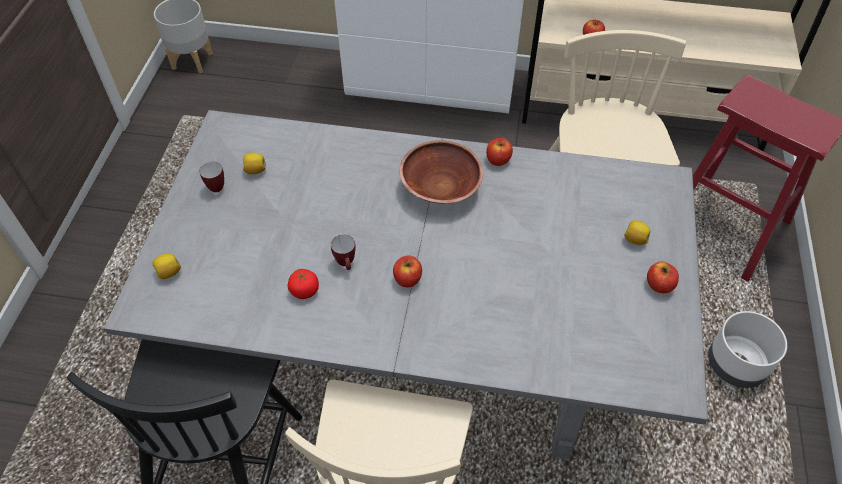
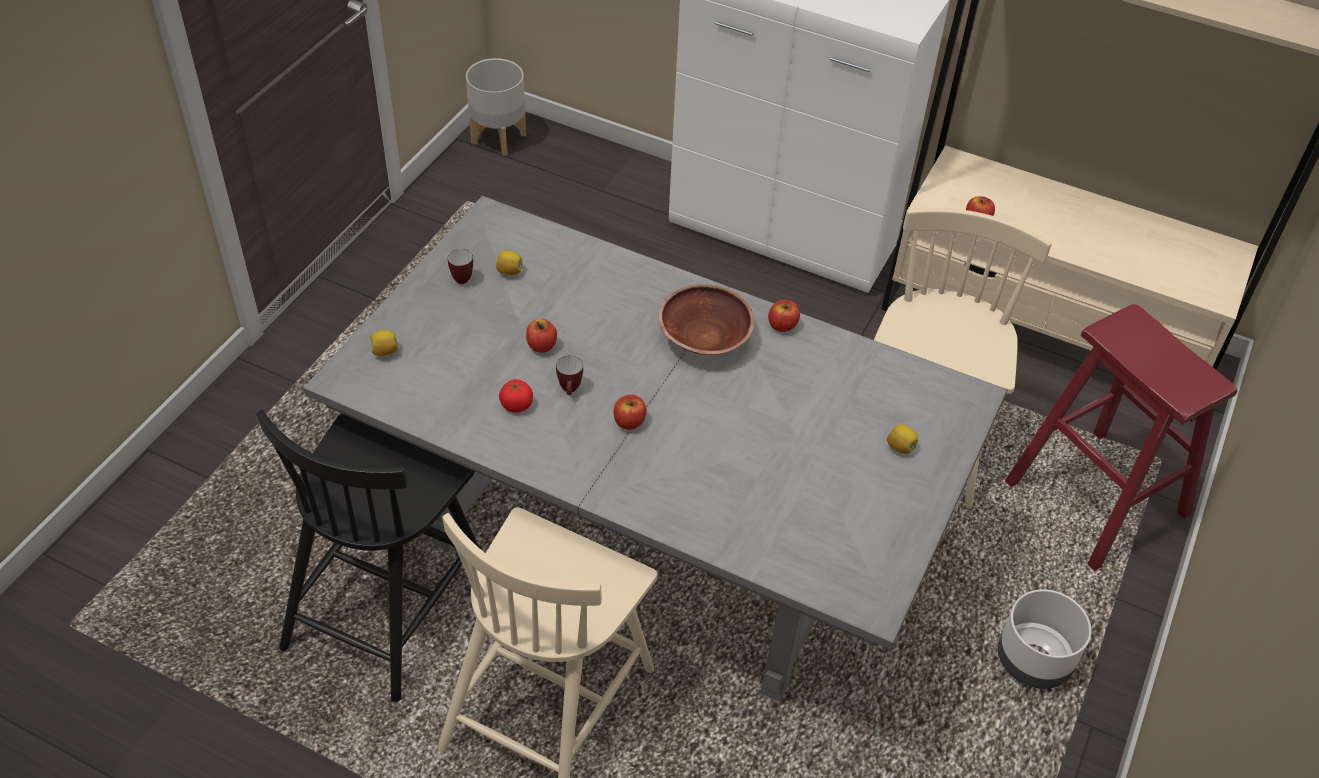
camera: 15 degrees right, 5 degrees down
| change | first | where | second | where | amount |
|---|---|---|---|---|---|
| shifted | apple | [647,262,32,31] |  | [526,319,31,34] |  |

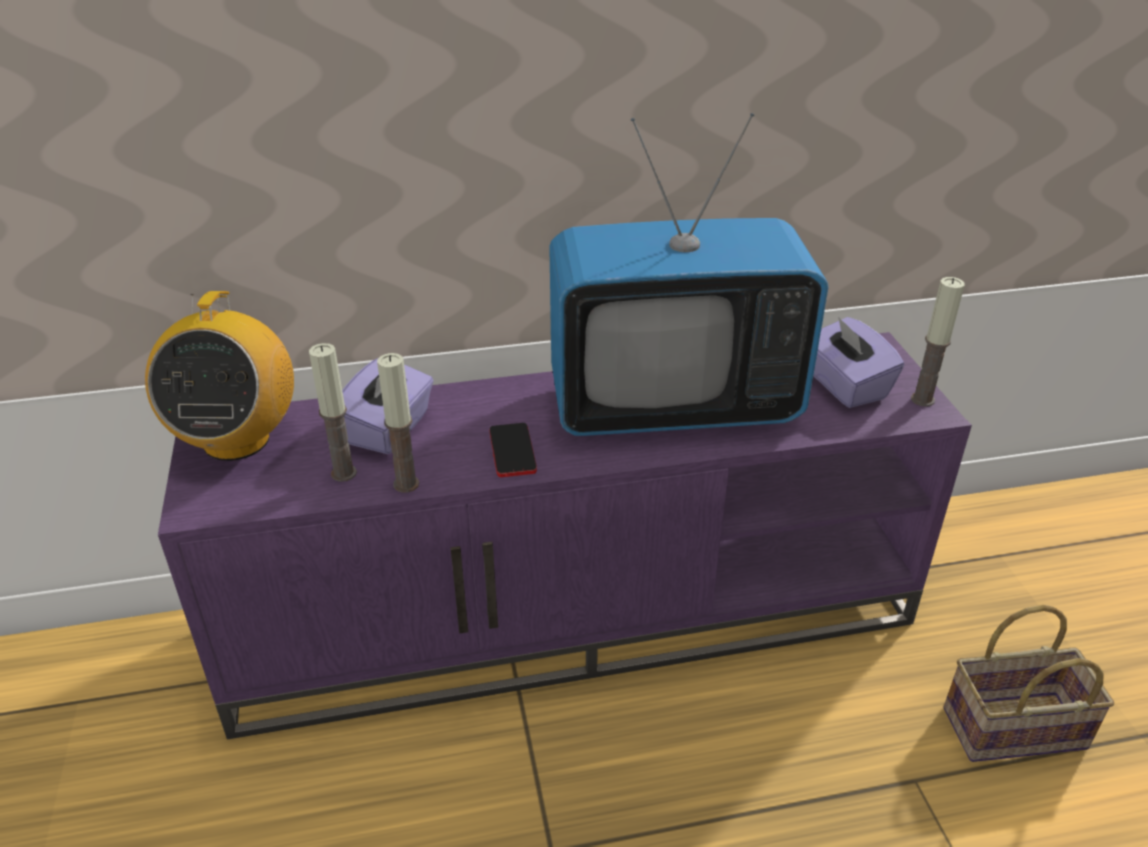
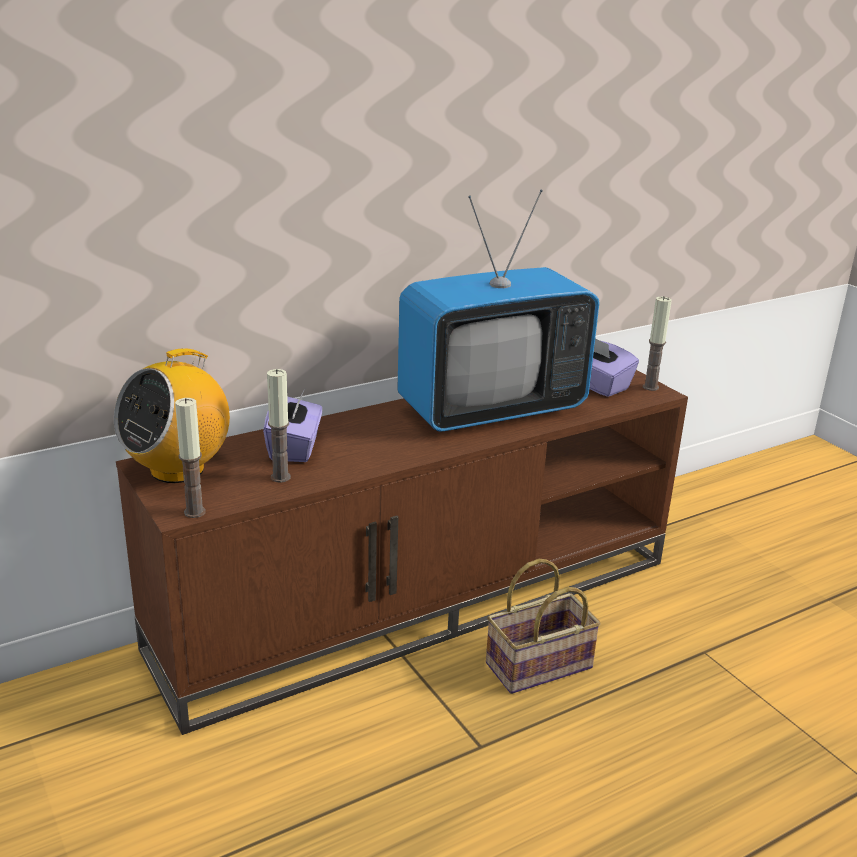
camera: 20 degrees left, 10 degrees down
| change | first | where | second | where | amount |
|---|---|---|---|---|---|
| gone | phone | [490,423,47,54] |  |  |  |
| shifted | candle | [377,353,42,140] |  | [175,398,31,120] |  |
| shifted | basket | [944,605,170,157] |  | [486,559,115,135] |  |
| repainted | purple tv stand | [158,332,814,407] | brown tv stand | [116,370,572,365] |  |
| rotated | radio | [145,291,149,170] |  | [114,349,116,134] | 60 degrees clockwise |

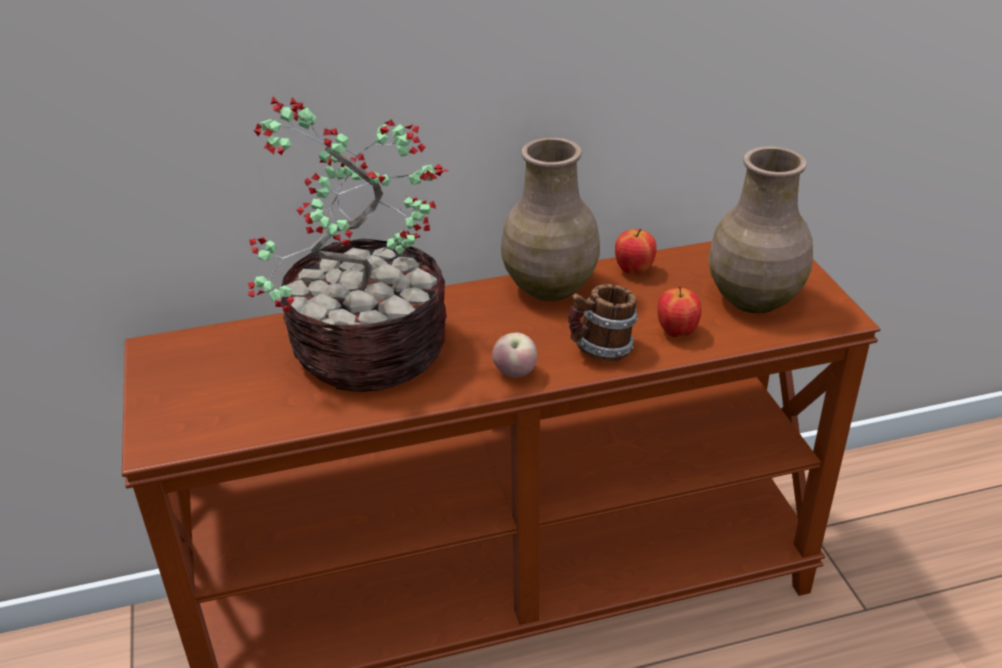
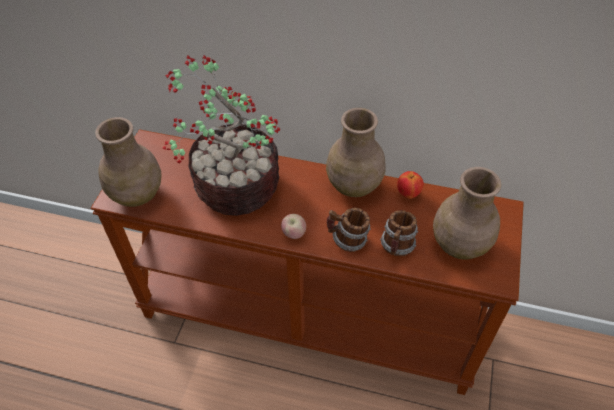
camera: 30 degrees right, 15 degrees up
| change | first | where | second | where | amount |
|---|---|---|---|---|---|
| new |  |  | brown vase | [95,117,66,90] |  |
| swapped | apple | [657,286,44,51] | mug | [380,210,38,46] |  |

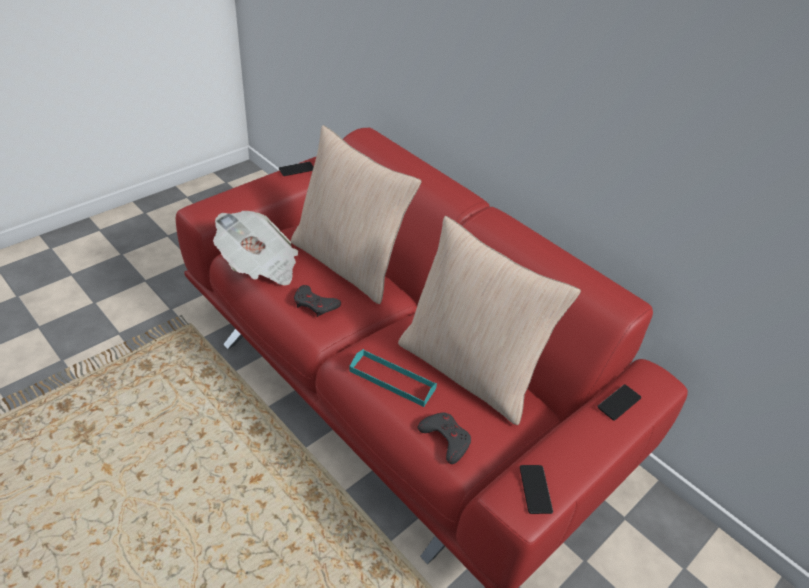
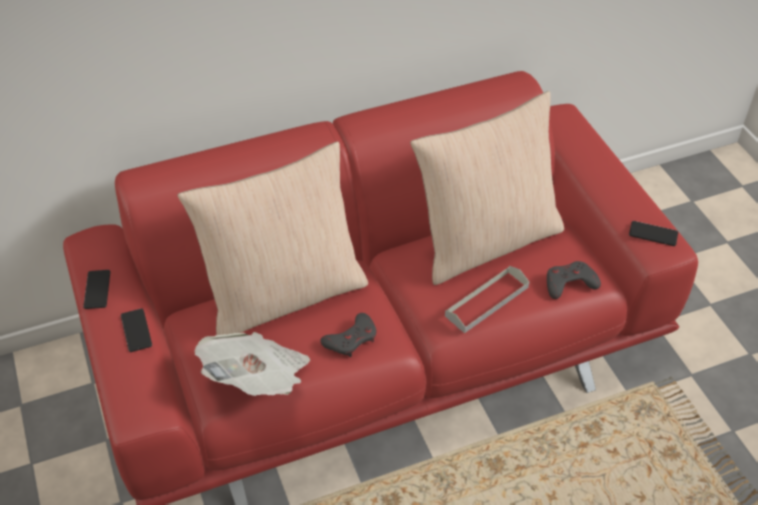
camera: 65 degrees left, 5 degrees up
| change | first | where | second | where | amount |
|---|---|---|---|---|---|
| shifted | phone | [597,384,44,36] |  | [121,308,31,44] |  |
| repainted | turquoise tray | [349,349,88,58] | grey tray | [445,266,84,67] |  |

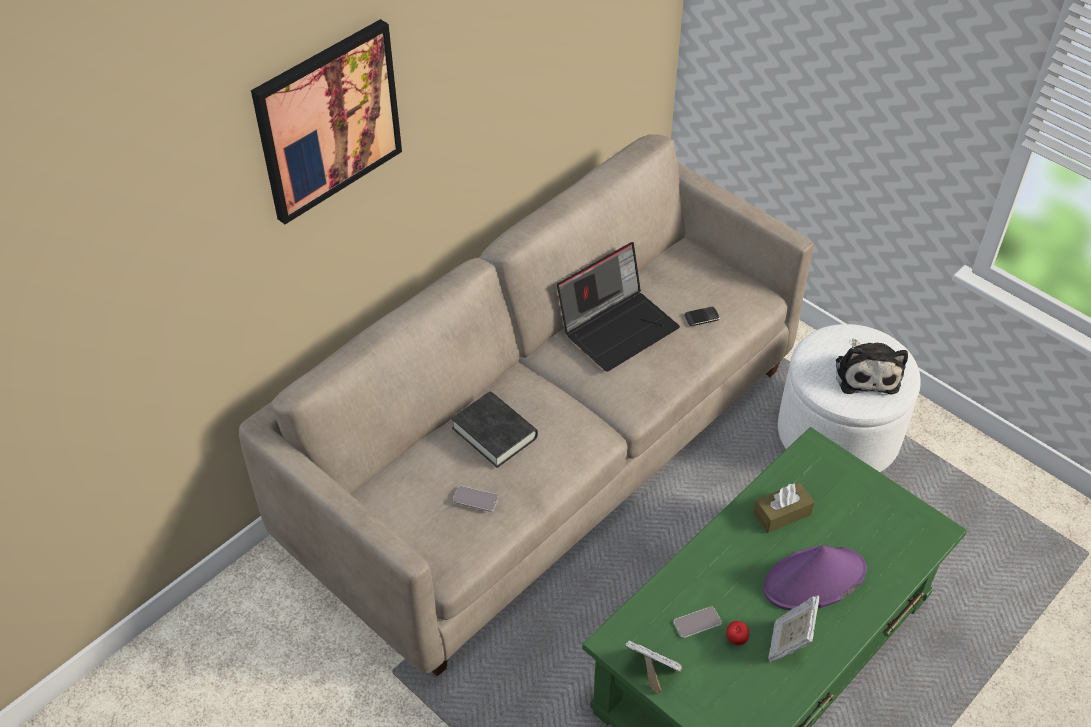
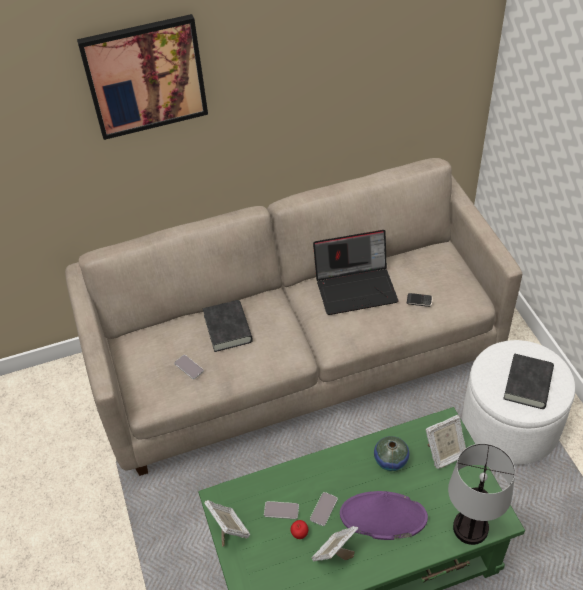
camera: 30 degrees right, 0 degrees up
| change | first | where | second | where | amount |
|---|---|---|---|---|---|
| new |  |  | phone | [310,492,28,34] |  |
| new |  |  | picture frame | [425,415,41,54] |  |
| new |  |  | table lamp | [448,443,67,102] |  |
| swapped | brown tissue box | [753,482,61,51] | vase | [374,436,35,35] |  |
| swapped | plush toy | [836,339,72,56] | black book | [503,353,51,56] |  |

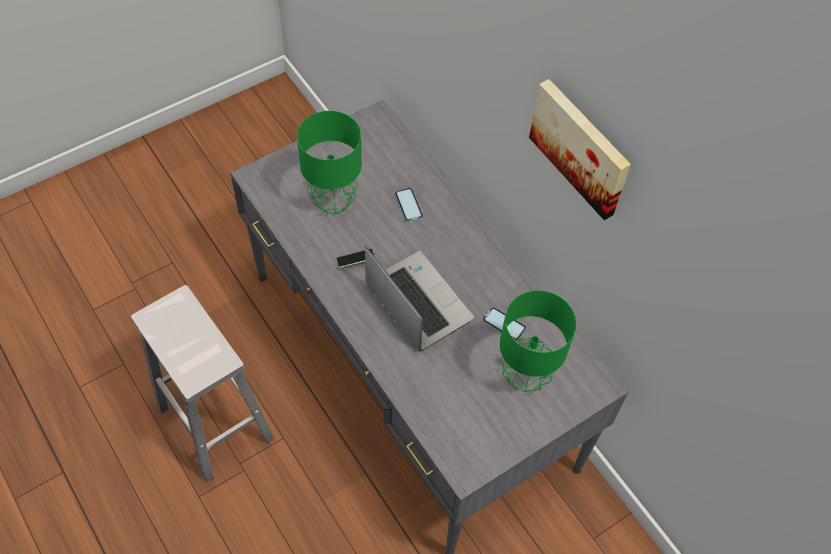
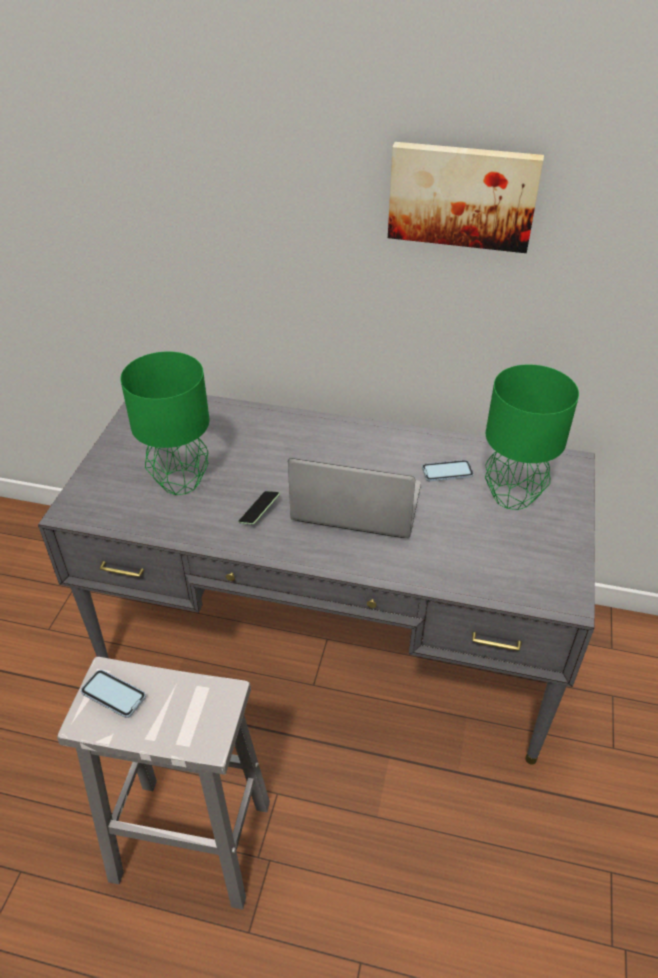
camera: 40 degrees left, 15 degrees down
| change | first | where | second | where | amount |
|---|---|---|---|---|---|
| shifted | phone | [394,187,30,35] |  | [81,670,65,48] |  |

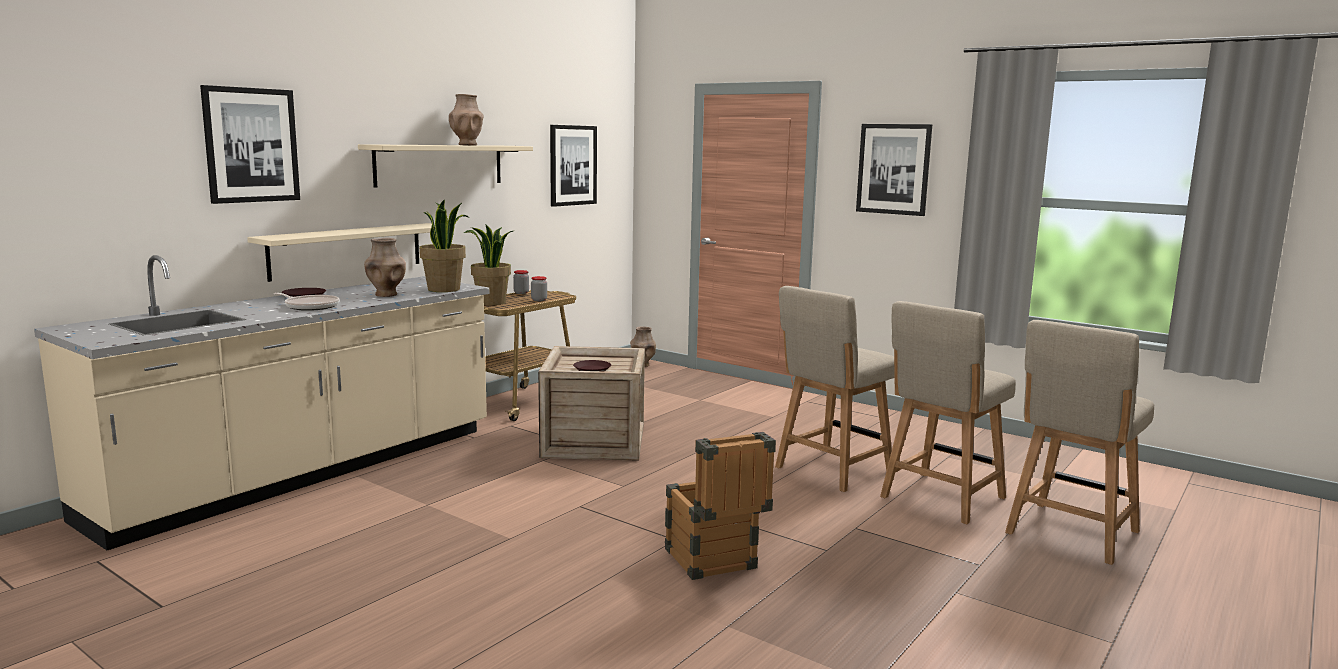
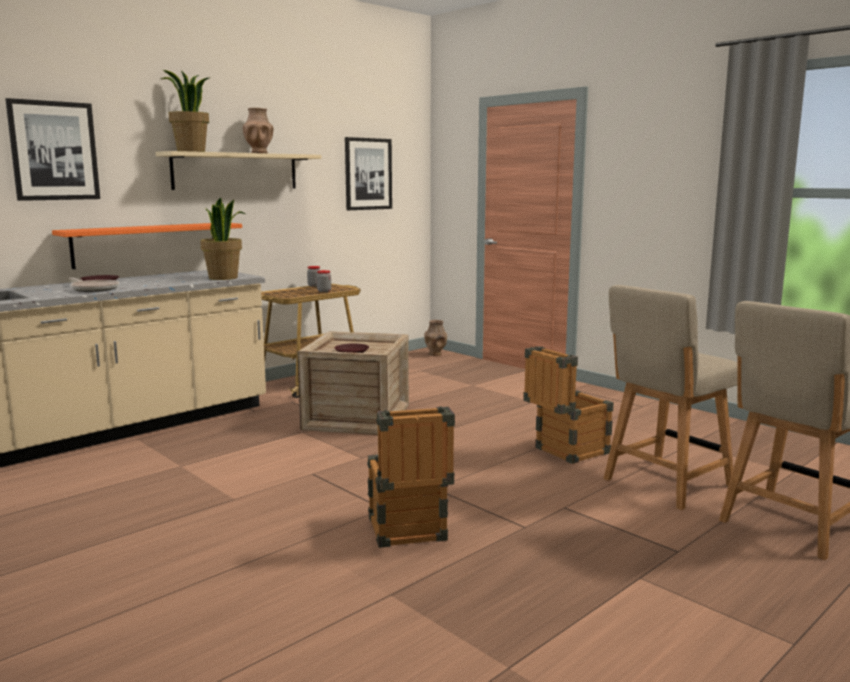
camera: 10 degrees right, 0 degrees up
| change | first | where | second | where | amount |
|---|---|---|---|---|---|
| gone | brown vase | [364,238,42,59] |  |  |  |
| gone | picture | [856,124,76,92] |  |  |  |
| shifted | potted plant | [464,225,51,80] |  | [161,70,50,82] |  |
| swapped | beige chair | [775,286,120,206] | crate | [523,346,91,118] |  |
| repainted | beige shelf | [247,223,189,59] | orange shelf | [52,223,190,46] |  |

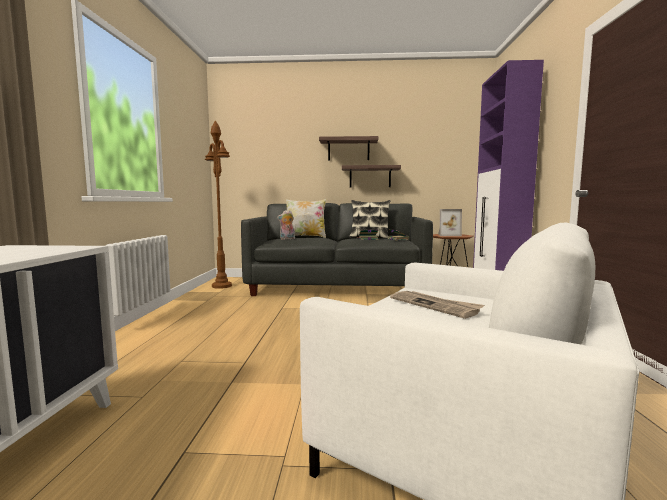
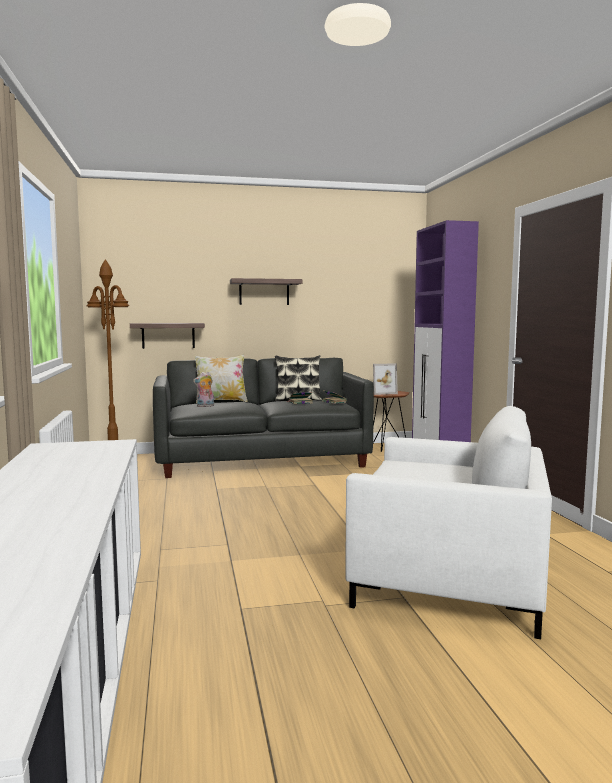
camera: 15 degrees left, 0 degrees up
| change | first | where | second | where | amount |
|---|---|---|---|---|---|
| gone | newspaper | [390,291,94,28] |  |  |  |
| shifted | shelf | [342,165,59,22] |  | [130,323,75,26] |  |

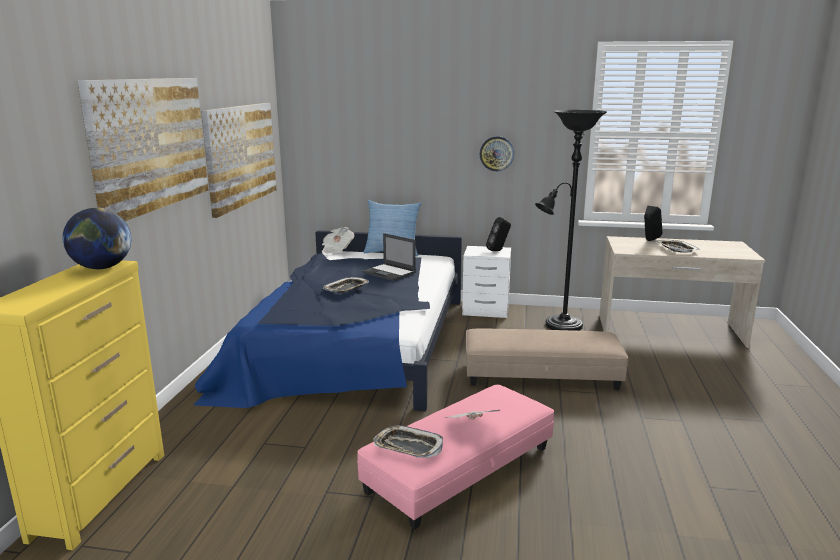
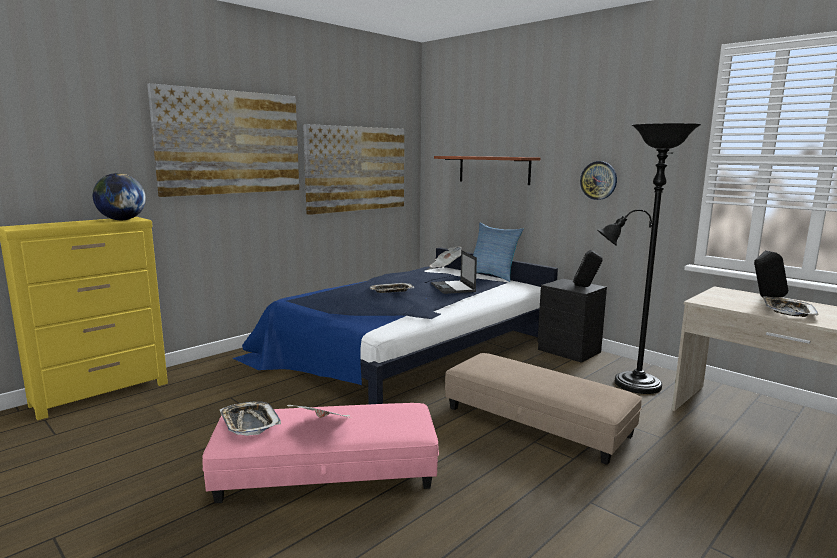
camera: 35 degrees right, 5 degrees down
| change | first | where | second | where | amount |
|---|---|---|---|---|---|
| new |  |  | shelf | [434,156,106,29] |  |
| repainted | white nightstand | [462,246,49,72] | black nightstand | [538,279,69,84] |  |

